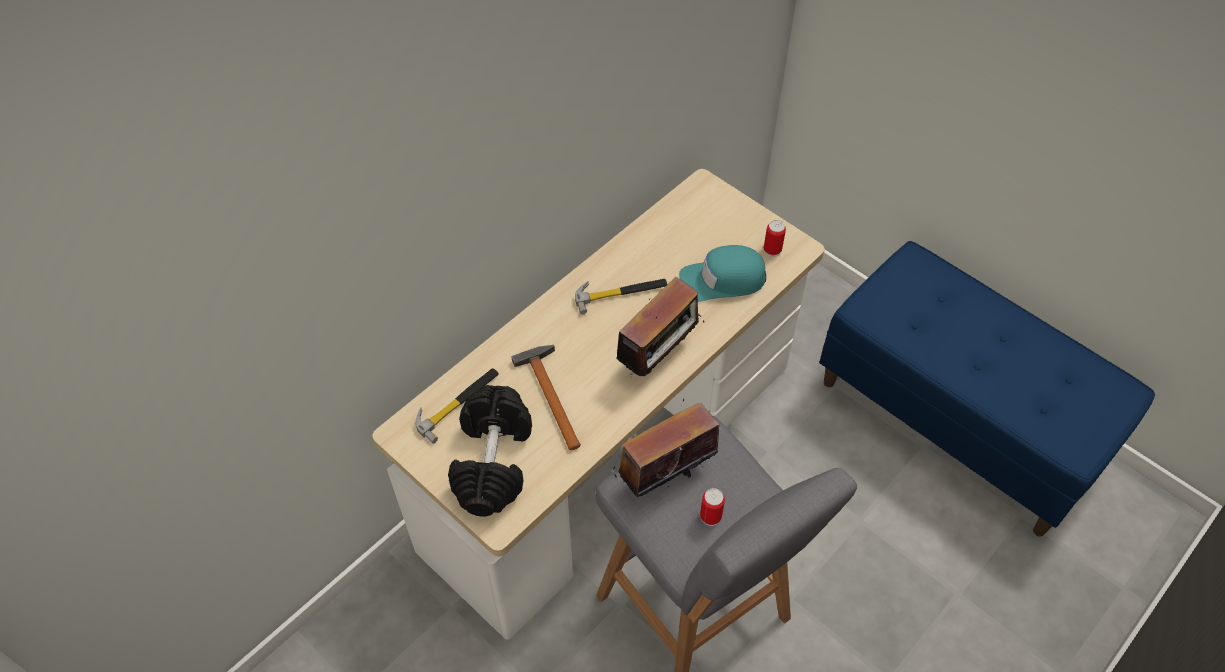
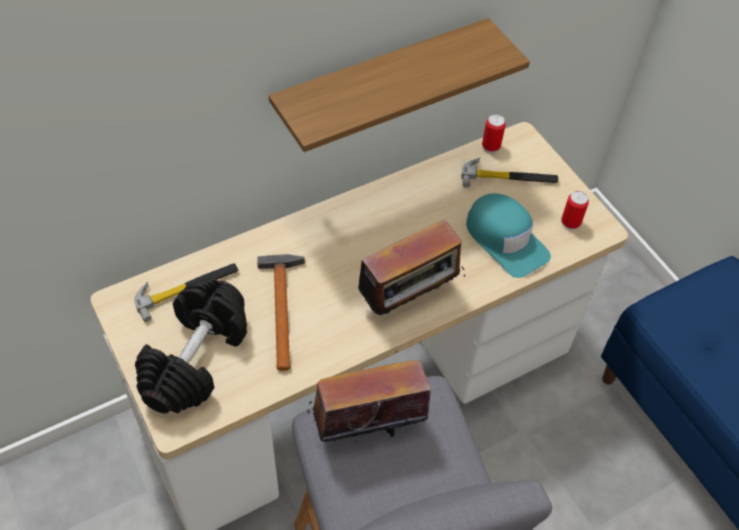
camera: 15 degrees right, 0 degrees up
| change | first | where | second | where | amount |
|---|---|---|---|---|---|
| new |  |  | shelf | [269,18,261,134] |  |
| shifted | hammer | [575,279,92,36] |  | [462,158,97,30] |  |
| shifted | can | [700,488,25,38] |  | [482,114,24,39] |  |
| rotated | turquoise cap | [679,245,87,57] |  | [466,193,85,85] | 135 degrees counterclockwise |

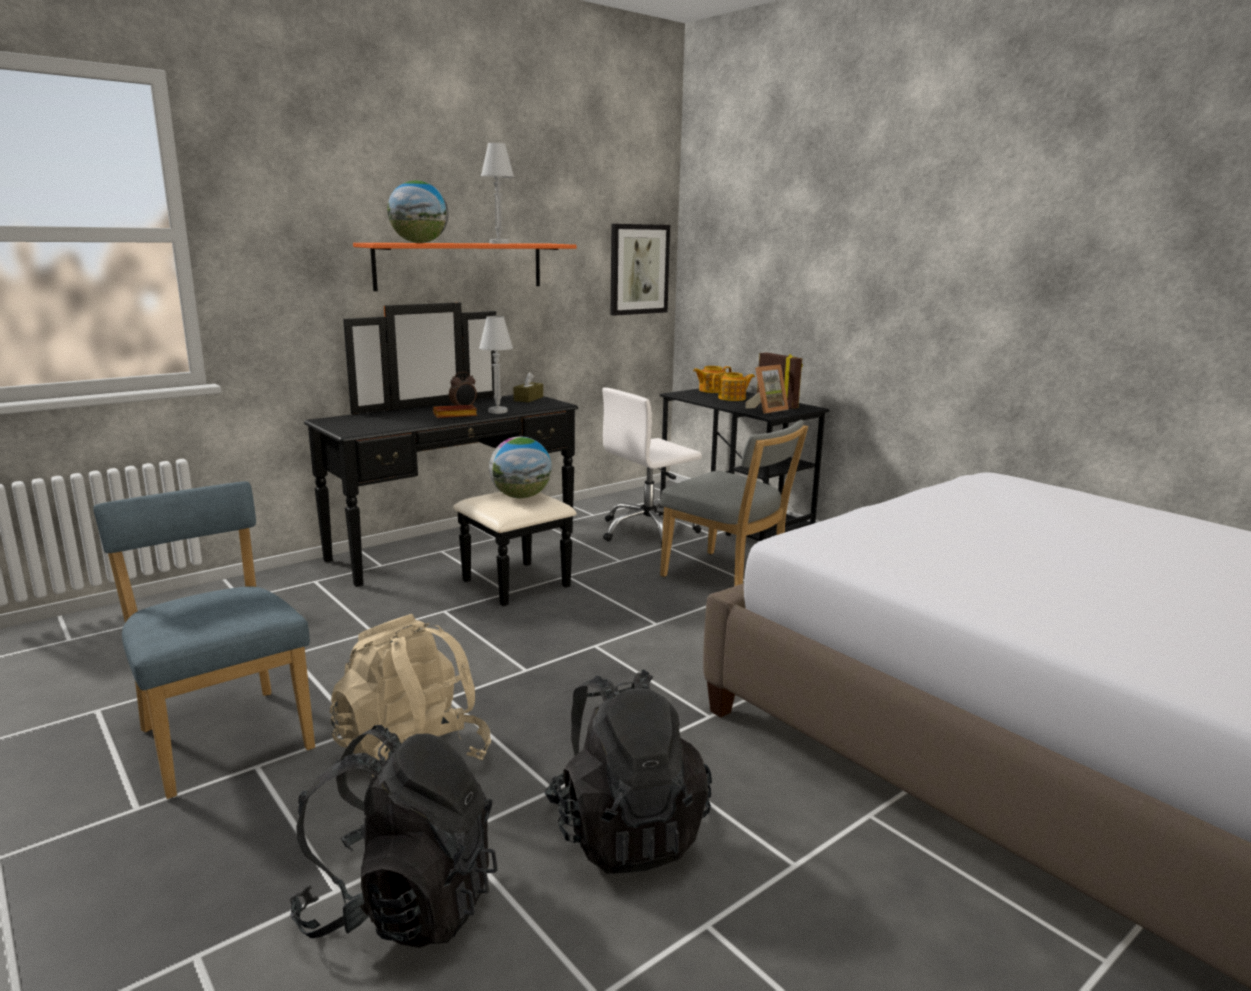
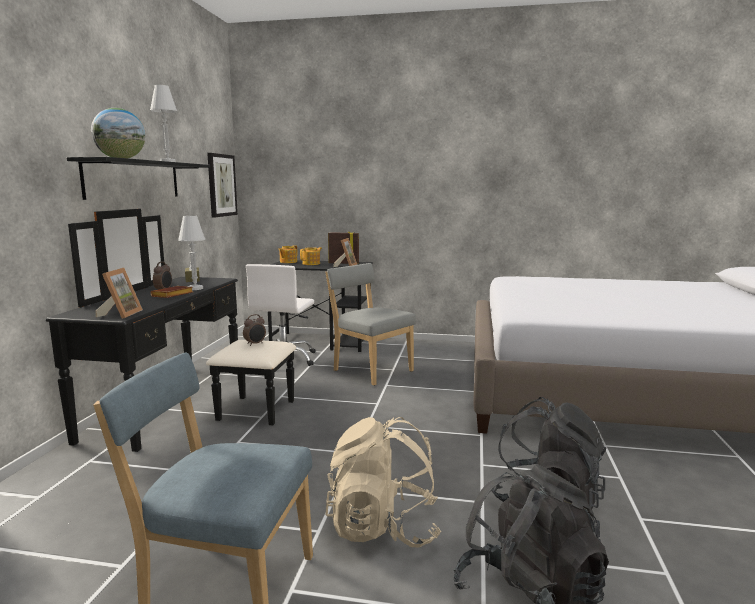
camera: 40 degrees left, 5 degrees down
| change | first | where | second | where | amount |
|---|---|---|---|---|---|
| new |  |  | picture frame | [95,268,48,51] |  |
| swapped | globe | [489,436,63,62] | alarm clock | [243,314,23,32] |  |
| repainted | orange shelf | [353,243,224,48] | black shelf | [67,157,143,43] |  |
| rotated | grey chair | [660,420,148,166] |  | [326,263,90,123] | 135 degrees counterclockwise |

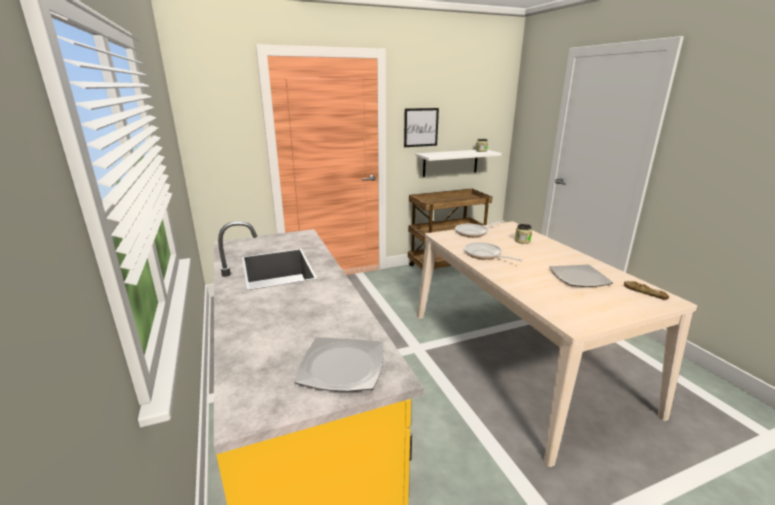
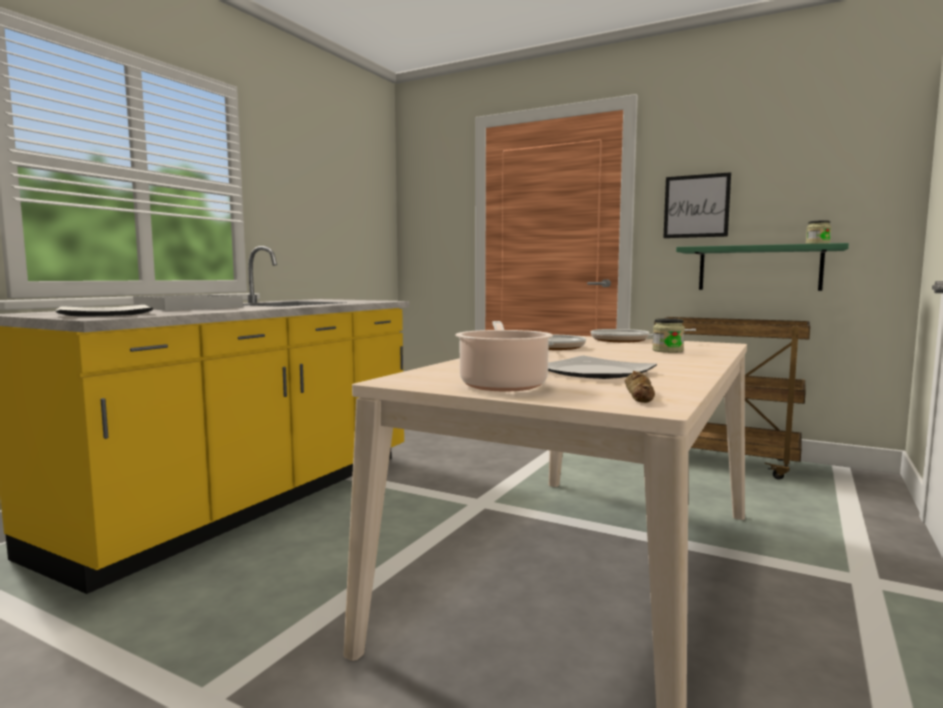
camera: 50 degrees right, 15 degrees down
| change | first | where | second | where | amount |
|---|---|---|---|---|---|
| new |  |  | white tray | [133,294,110,17] |  |
| new |  |  | cooking pot | [455,321,98,70] |  |
| repainted | white shelf | [416,150,85,27] | green shelf | [676,243,173,48] |  |

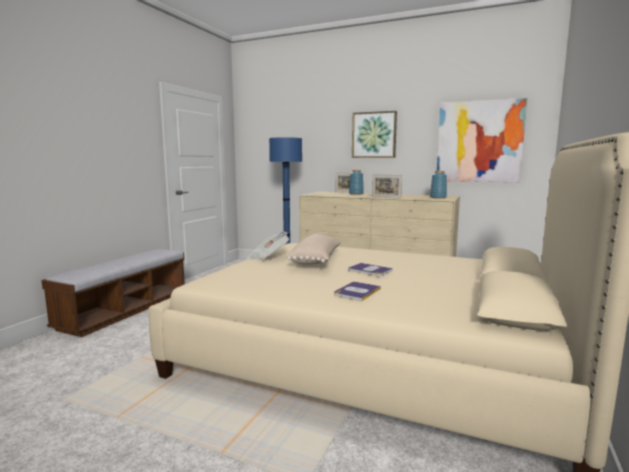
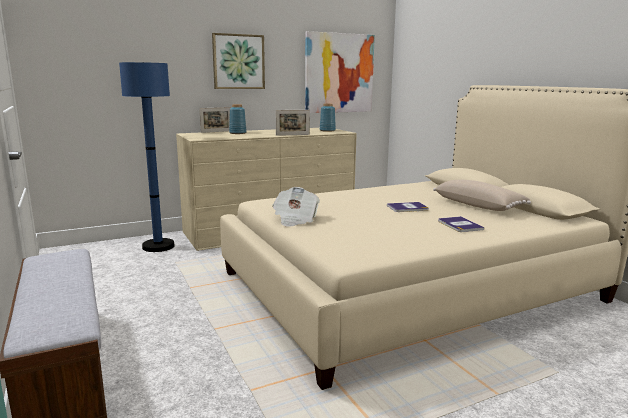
camera: 50 degrees left, 5 degrees up
| change | first | where | second | where | amount |
|---|---|---|---|---|---|
| shifted | beige pillow | [287,234,55,31] |  | [433,180,98,31] |  |

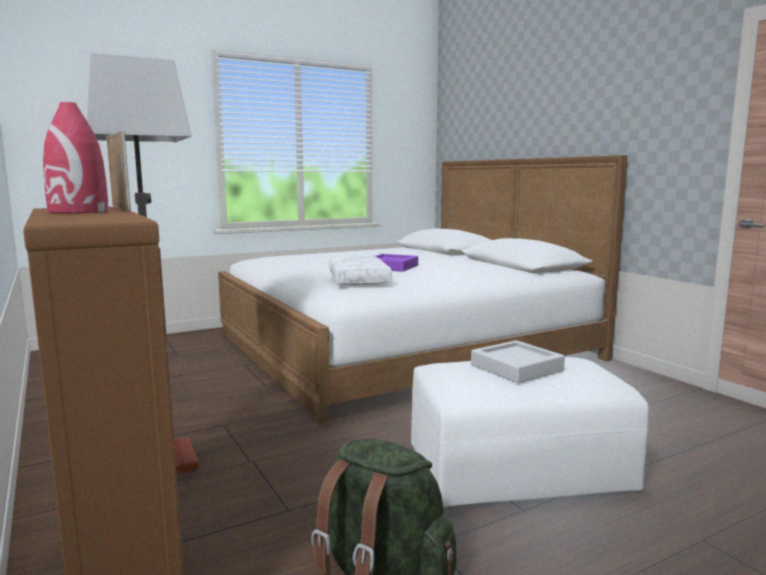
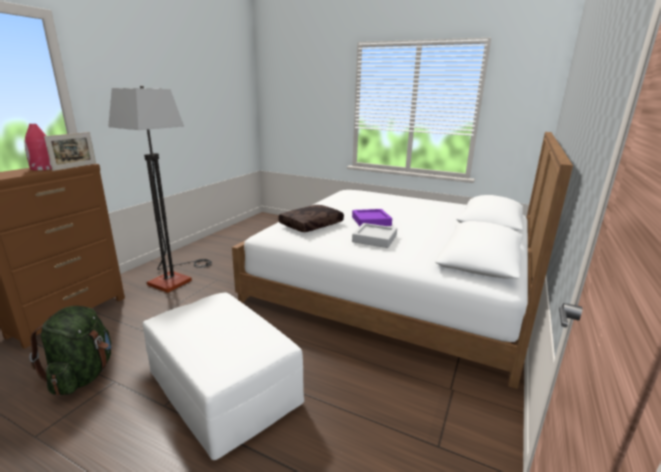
camera: 55 degrees right, 10 degrees up
| change | first | where | second | where | amount |
|---|---|---|---|---|---|
| shifted | grey tray | [471,340,94,43] |  | [352,223,45,25] |  |
| repainted | white pillow | [329,256,63,30] | brown pillow | [279,205,65,27] |  |

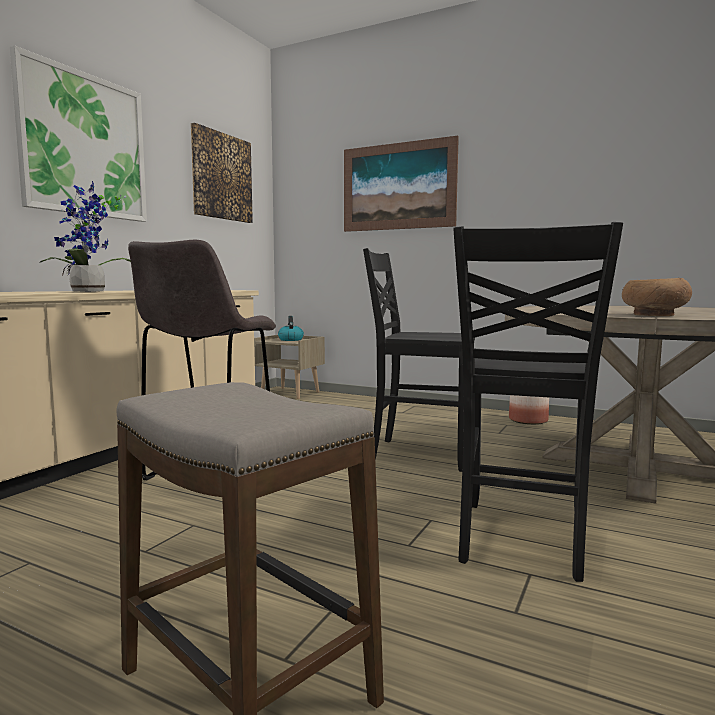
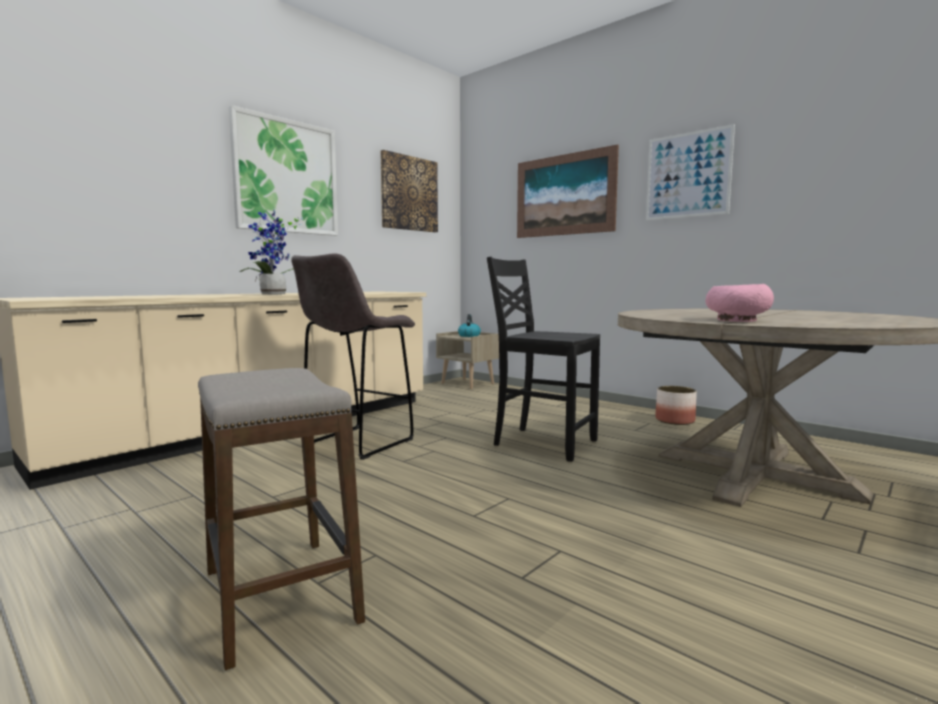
camera: 15 degrees right, 0 degrees up
| change | first | where | second | where | amount |
|---|---|---|---|---|---|
| gone | black chair | [453,222,170,360] |  |  |  |
| new |  |  | picture | [646,124,89,96] |  |
| repainted | brown bowl | [622,278,70,38] | pink bowl | [705,284,69,38] |  |

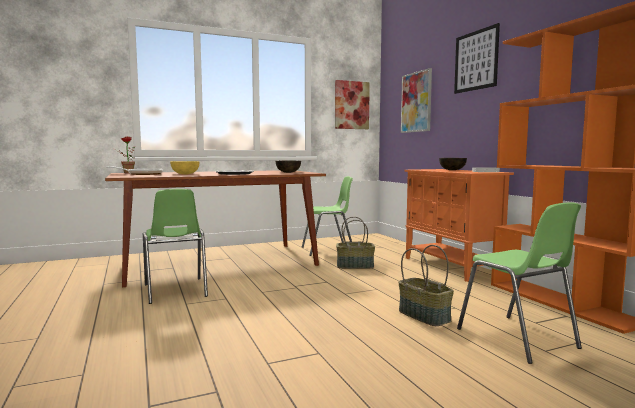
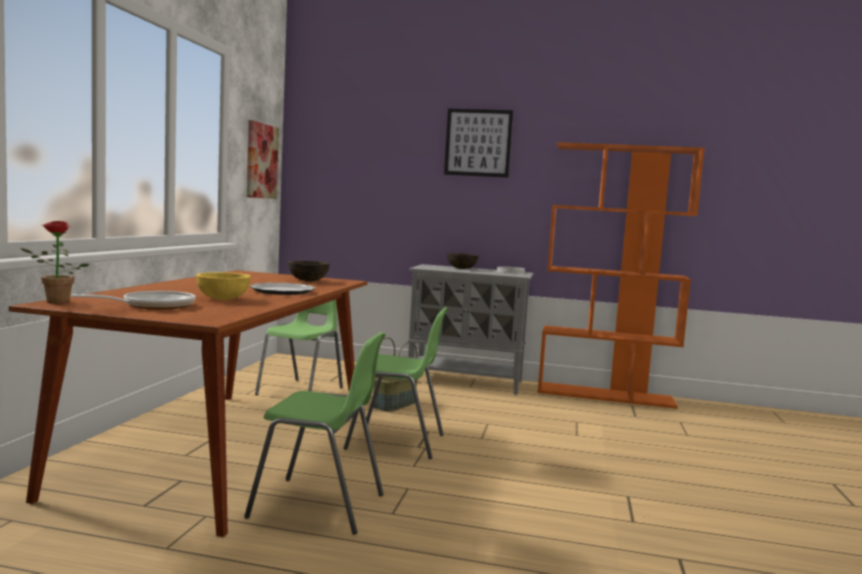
camera: 55 degrees left, 0 degrees up
| change | first | where | second | where | amount |
|---|---|---|---|---|---|
| gone | basket | [398,245,56,81] |  |  |  |
| gone | picture | [401,68,31,65] |  |  |  |
| shifted | green chair | [457,203,125,161] |  | [344,307,104,152] |  |
| repainted | orange cabinet | [405,169,109,113] | grey cabinet | [408,264,126,131] |  |

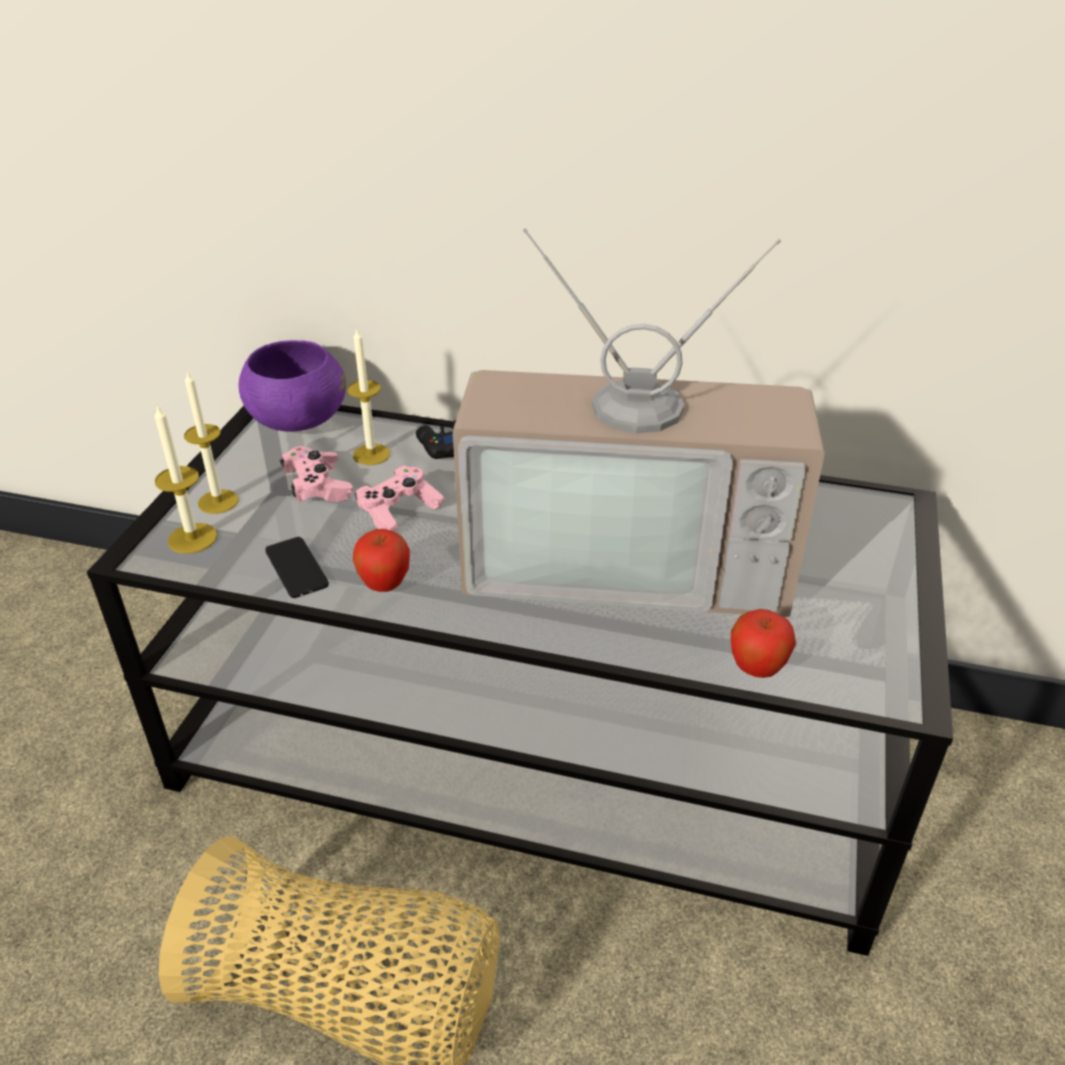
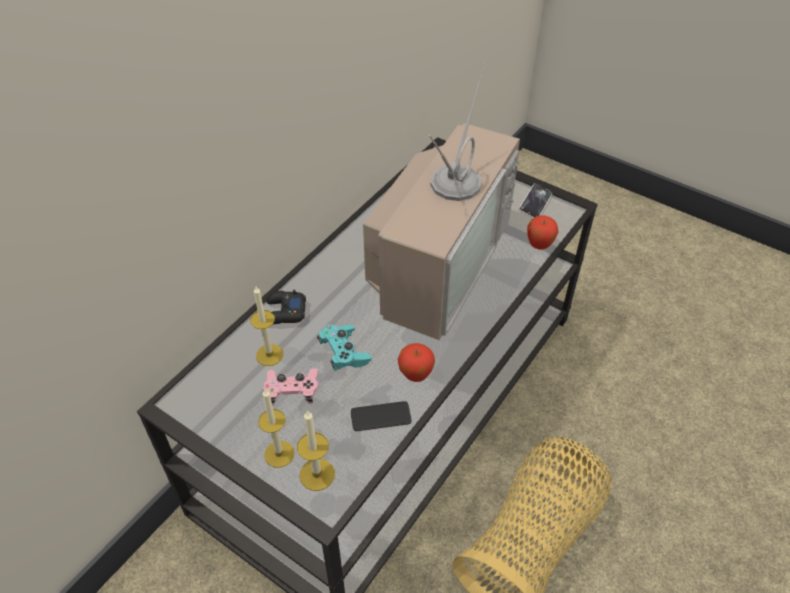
camera: 70 degrees left, 10 degrees up
| change | first | where | second | where | amount |
|---|---|---|---|---|---|
| gone | purple bowl | [239,340,107,92] |  |  |  |
| new |  |  | phone | [519,183,33,35] |  |
| repainted | pink game controller | [355,466,90,65] | turquoise game controller | [317,324,55,47] |  |

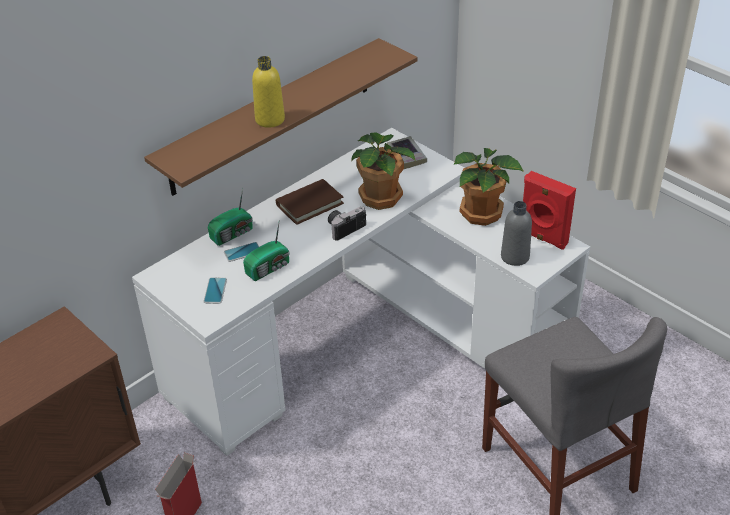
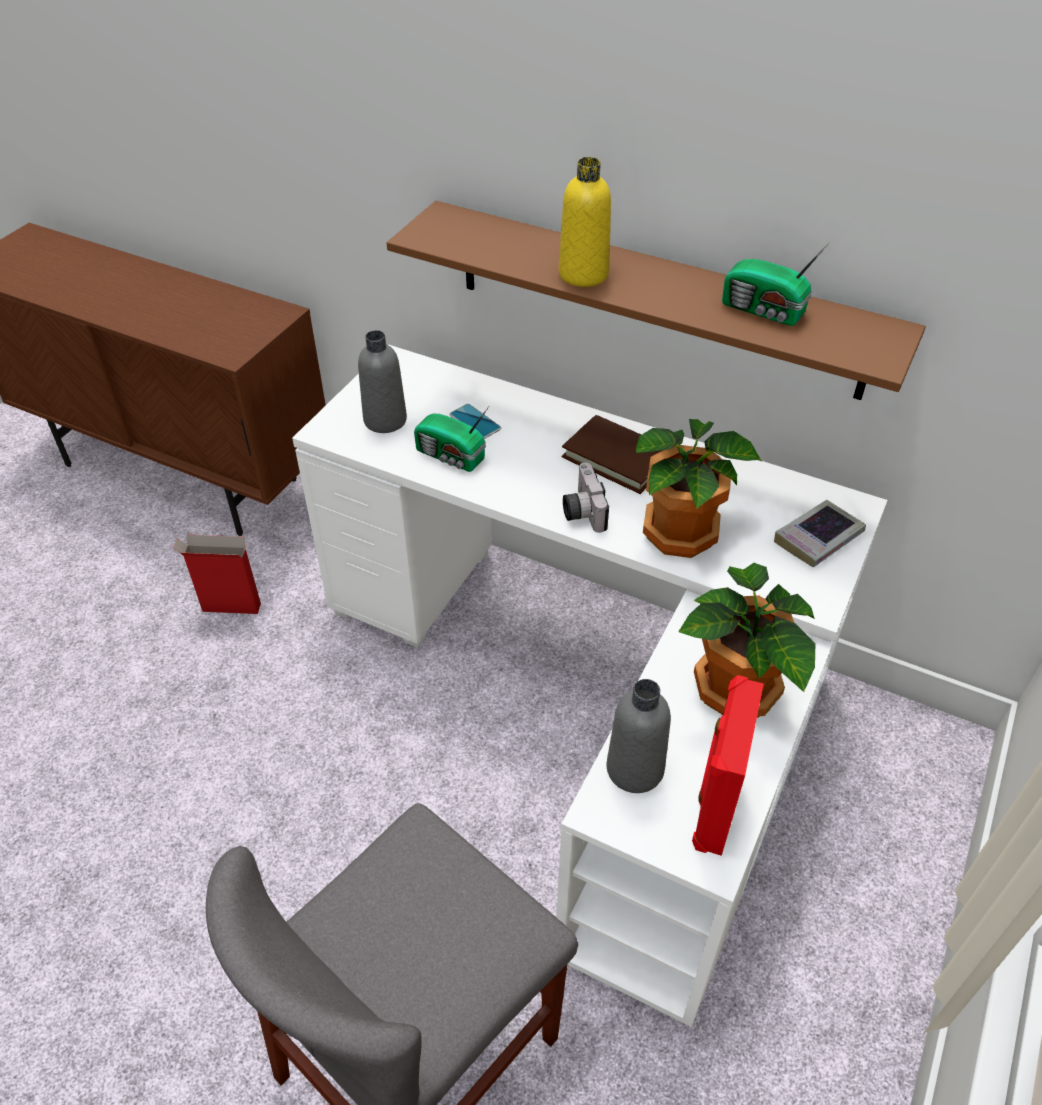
camera: 70 degrees right, 5 degrees up
| change | first | where | second | where | amount |
|---|---|---|---|---|---|
| shifted | radio | [208,188,45,58] |  | [722,243,107,83] |  |
| swapped | phone | [203,278,24,26] | grey bottle | [358,330,49,103] |  |
| rotated | photo camera | [328,206,38,35] |  | [563,462,46,71] | 135 degrees counterclockwise |

